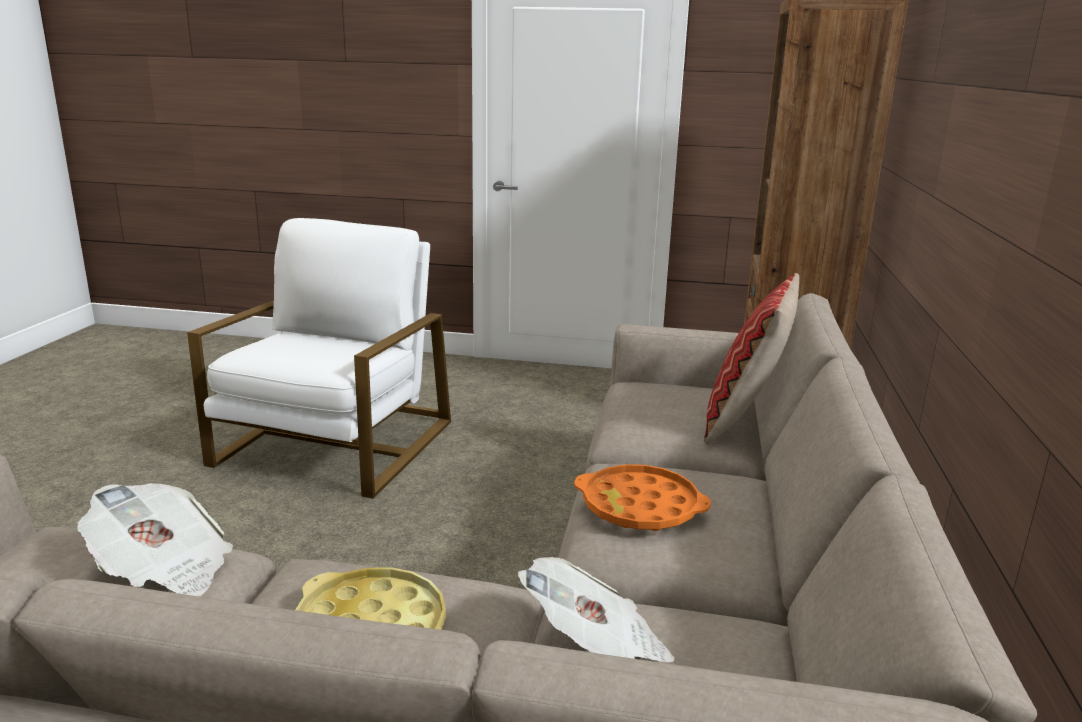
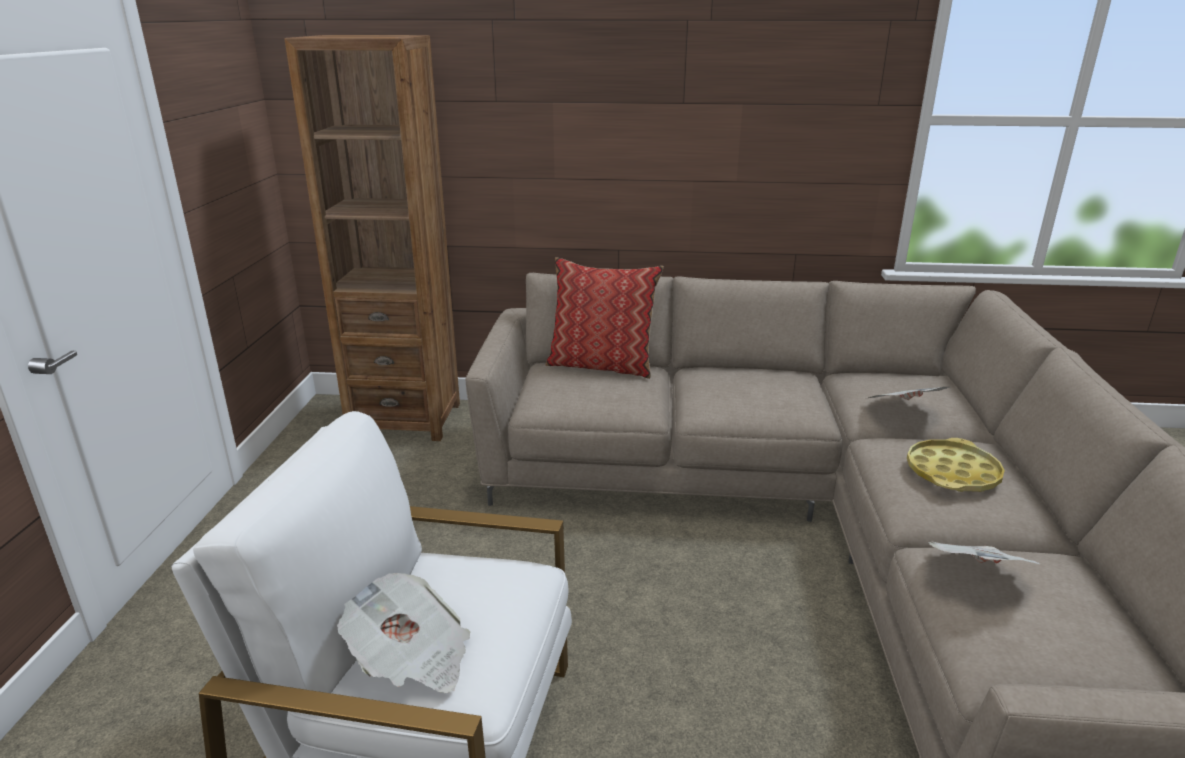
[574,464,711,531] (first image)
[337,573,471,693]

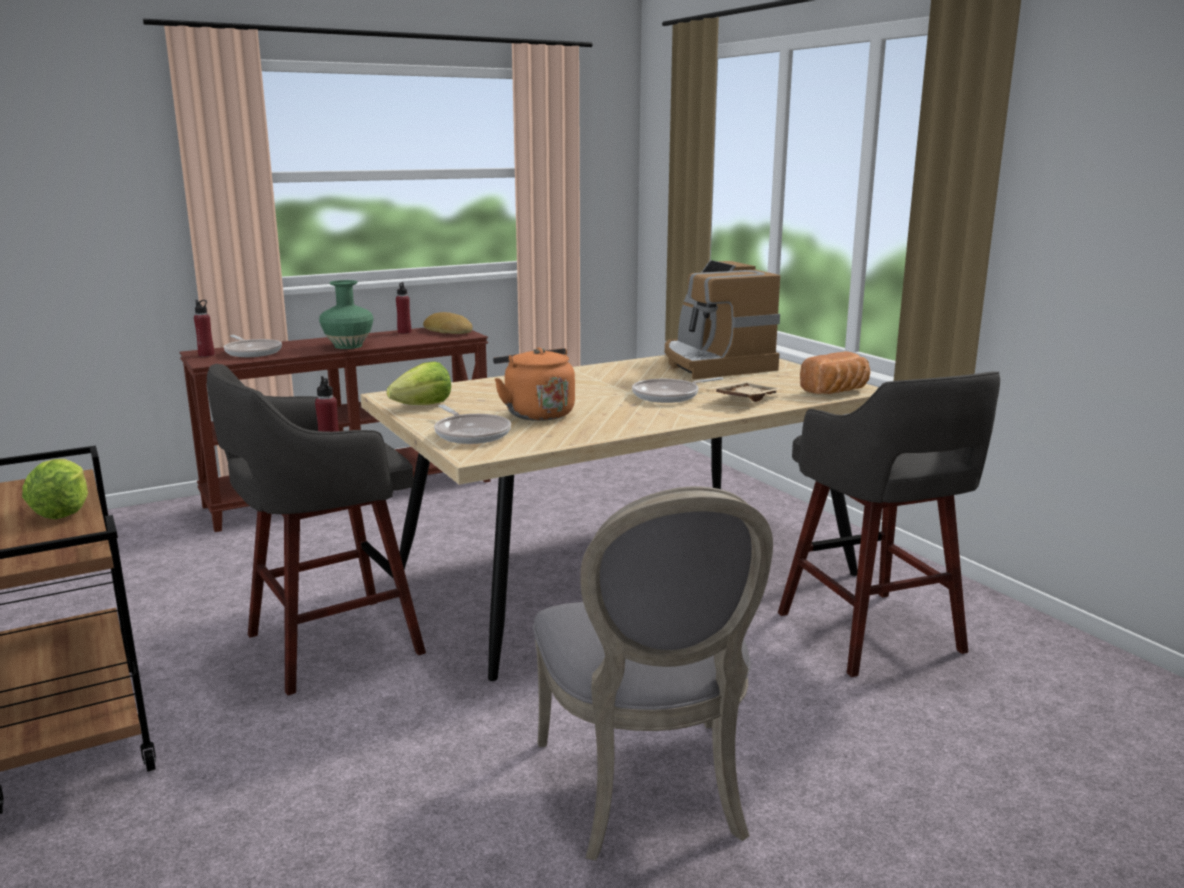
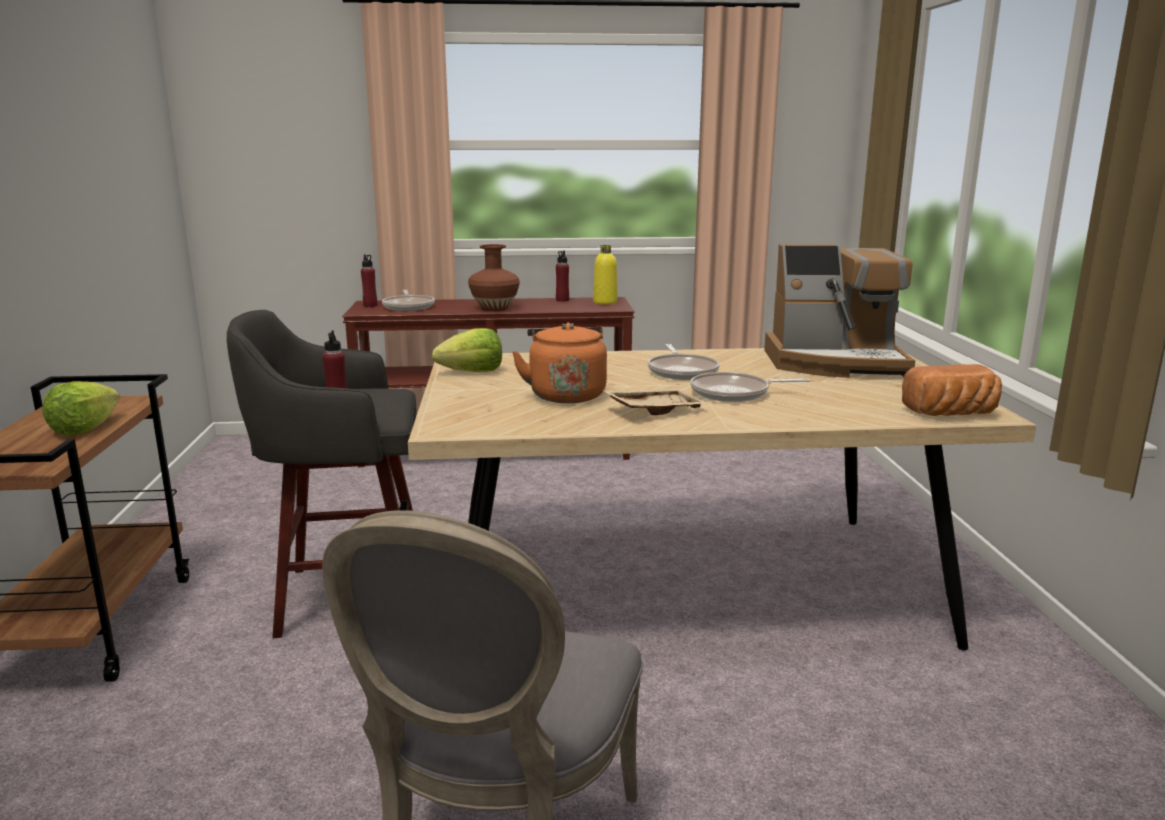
[468,244,520,311]
[593,245,618,305]
[648,344,719,380]
[764,244,915,378]
[602,389,708,415]
[778,371,1000,677] (first image)

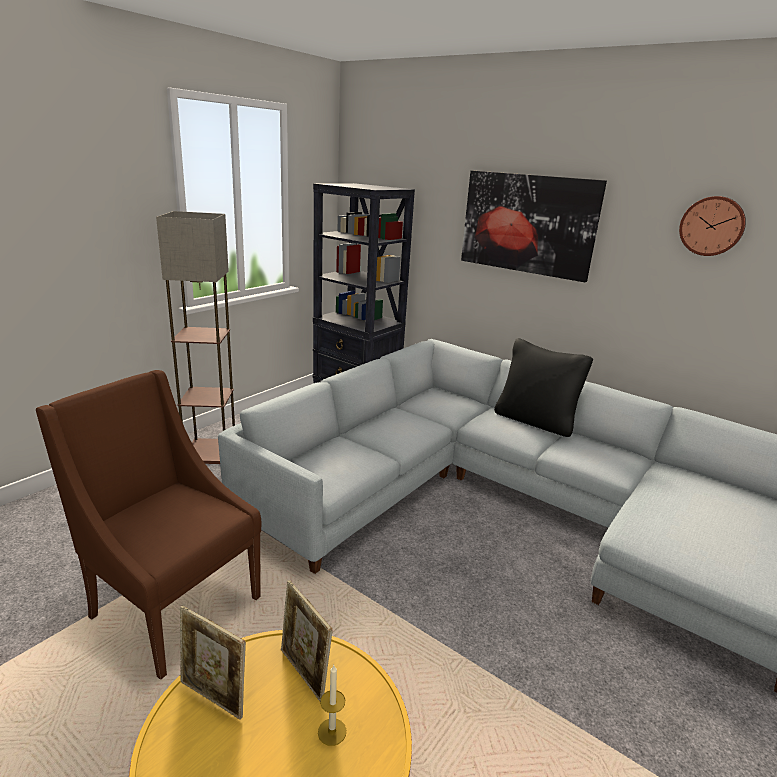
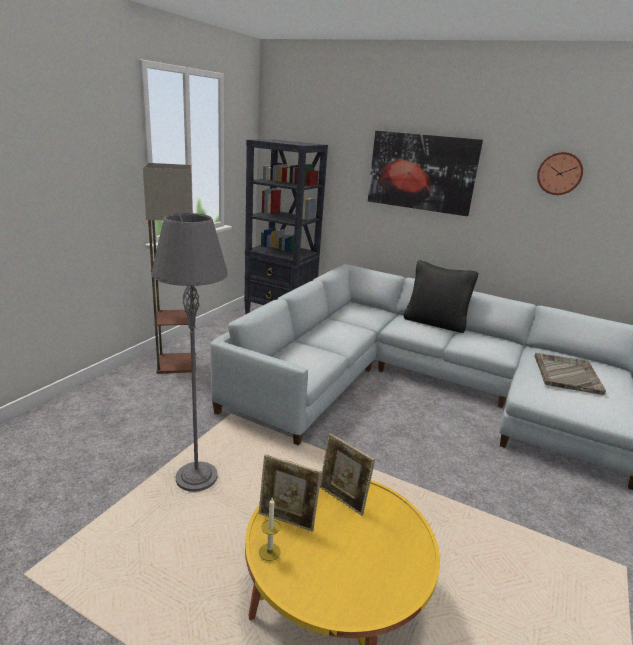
[151,213,228,492]
[259,498,281,561]
[535,353,606,395]

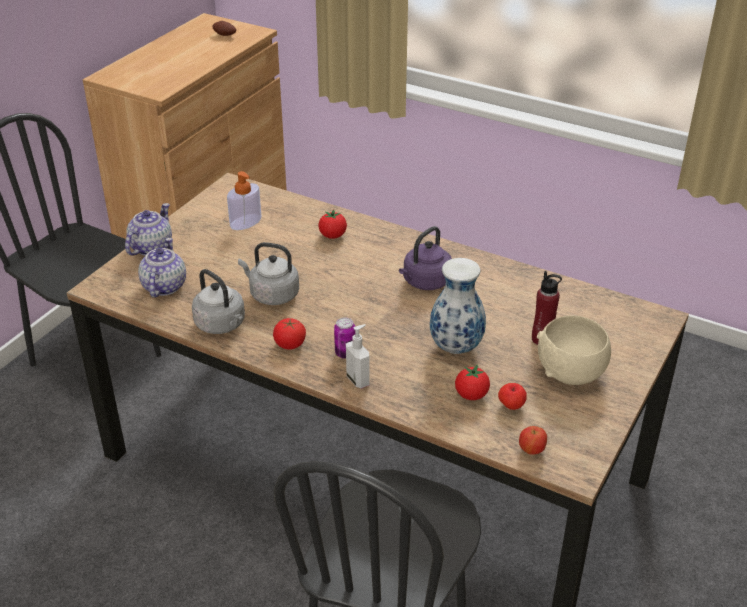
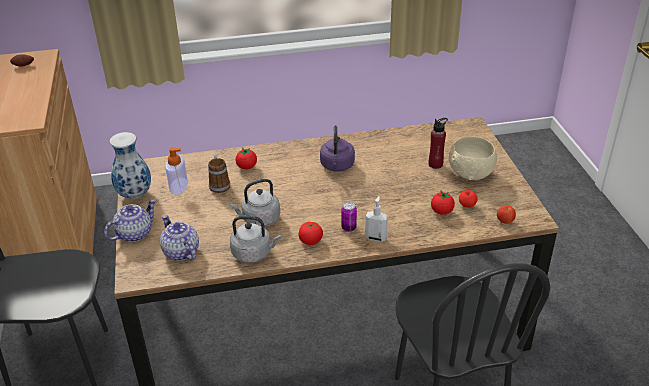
[104,199,157,242]
[110,132,151,199]
[208,154,230,193]

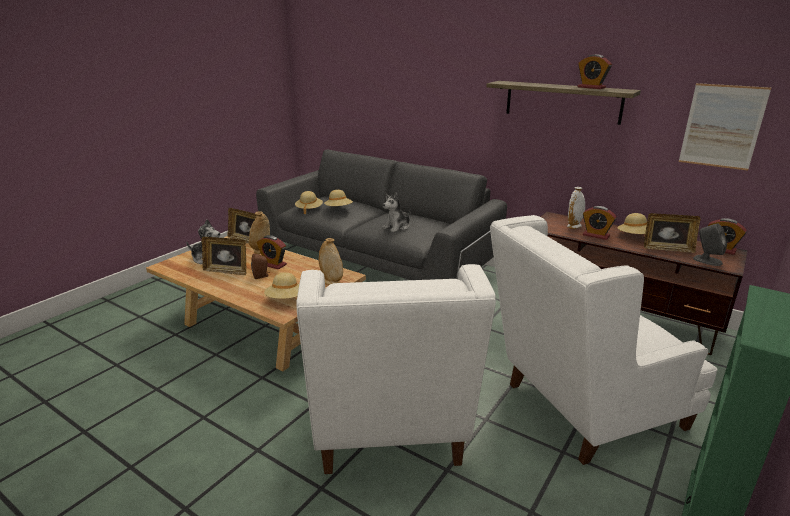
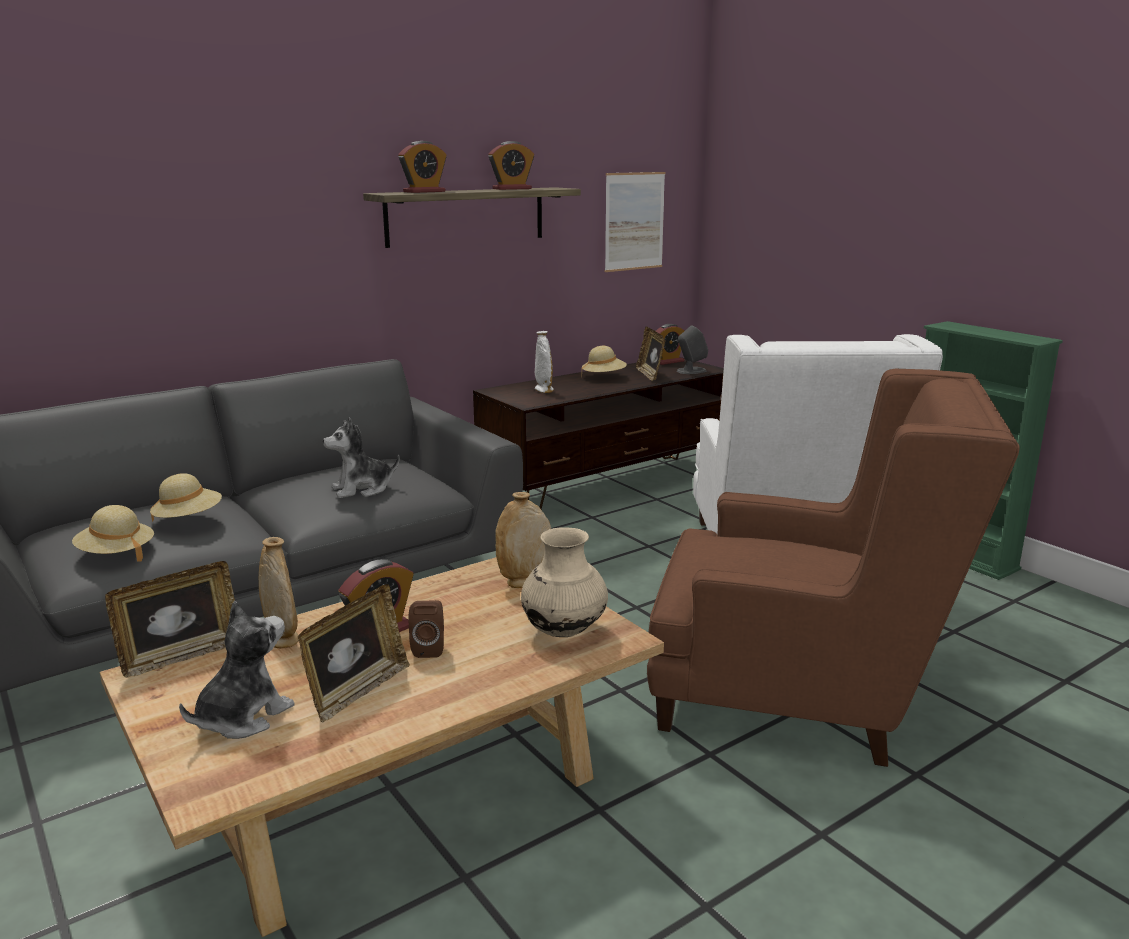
[521,527,608,637]
[647,369,1019,767]
[323,417,400,498]
[398,141,446,193]
[636,327,665,381]

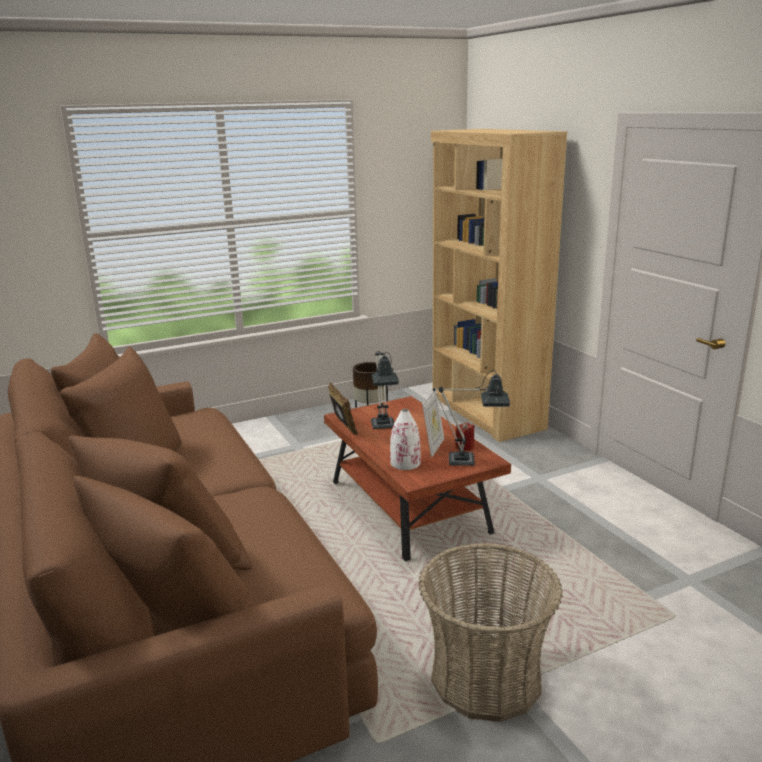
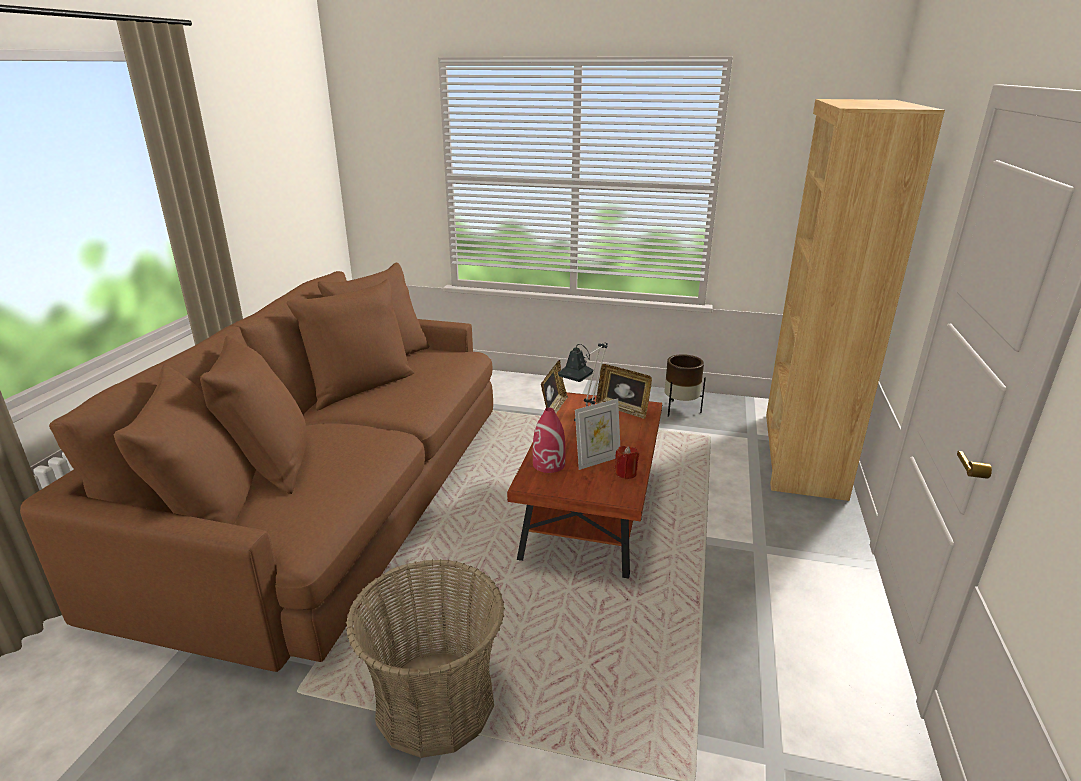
[533,408,566,473]
[433,370,510,466] (first image)
[596,364,652,419]

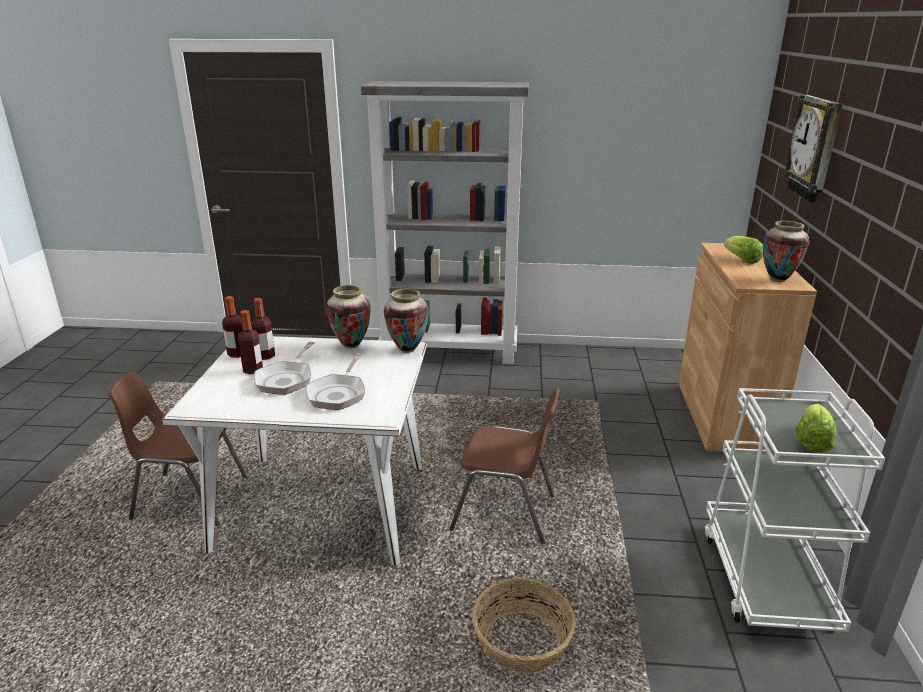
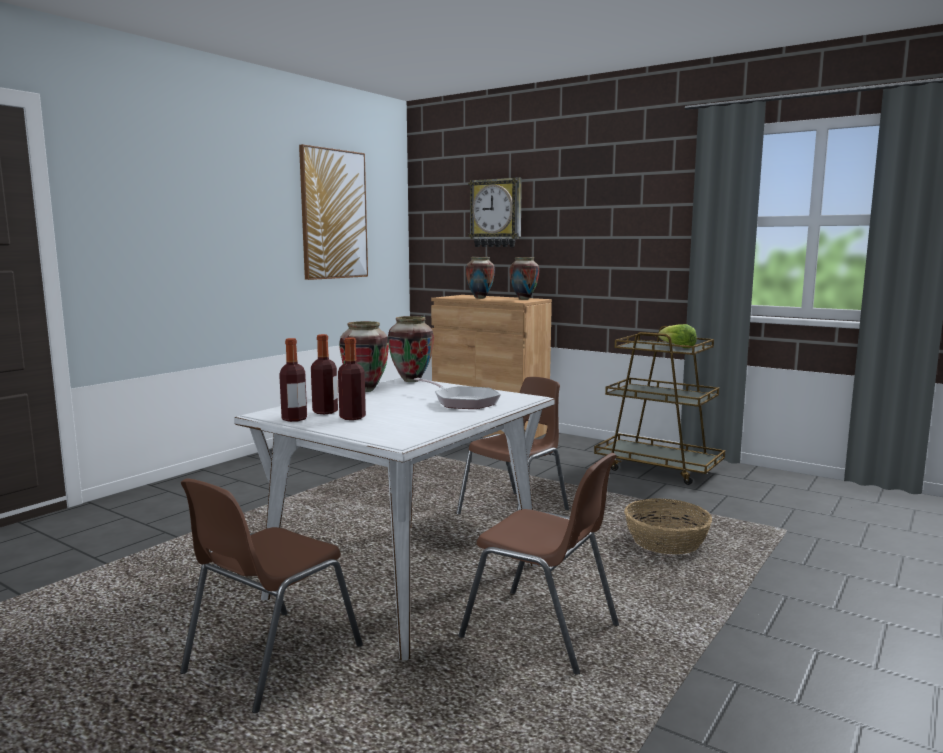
[254,342,314,395] (first image)
[361,81,529,364] (first image)
[594,326,725,485]
[466,257,495,299]
[299,144,368,280]
[458,453,619,675]

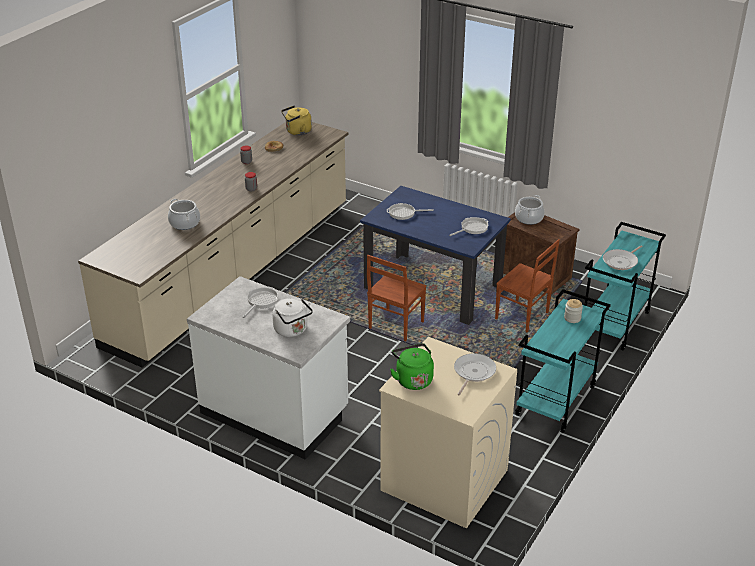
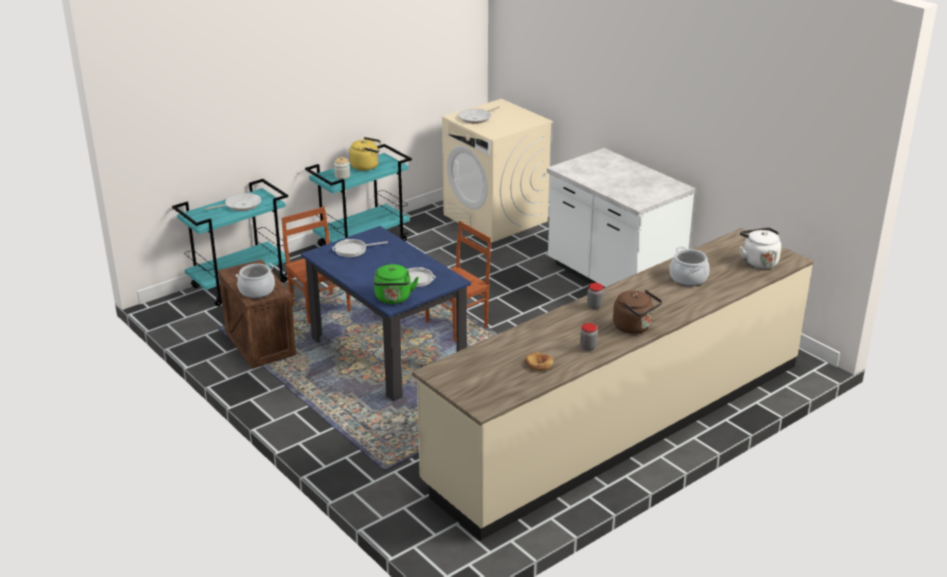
[243,287,278,318] (first image)
[740,227,781,269]
[349,137,381,171]
[374,264,419,304]
[613,290,662,334]

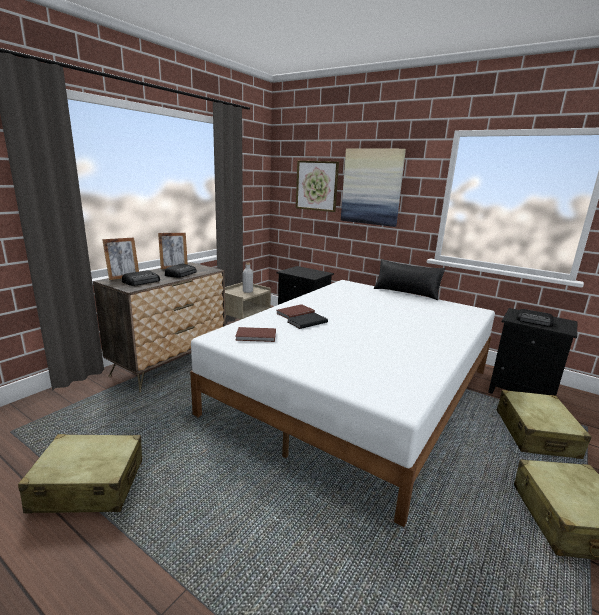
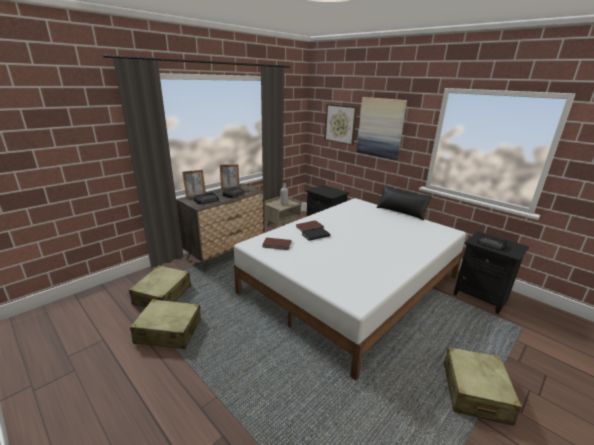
[129,265,191,308]

